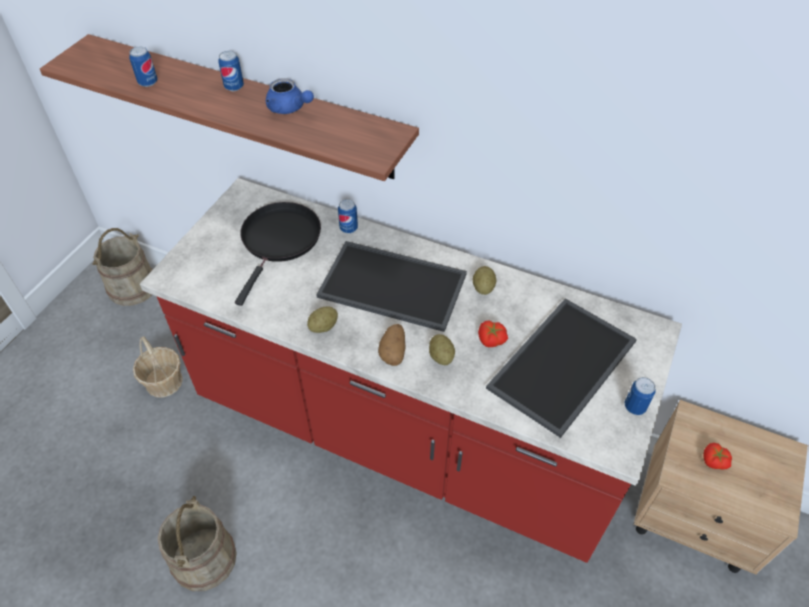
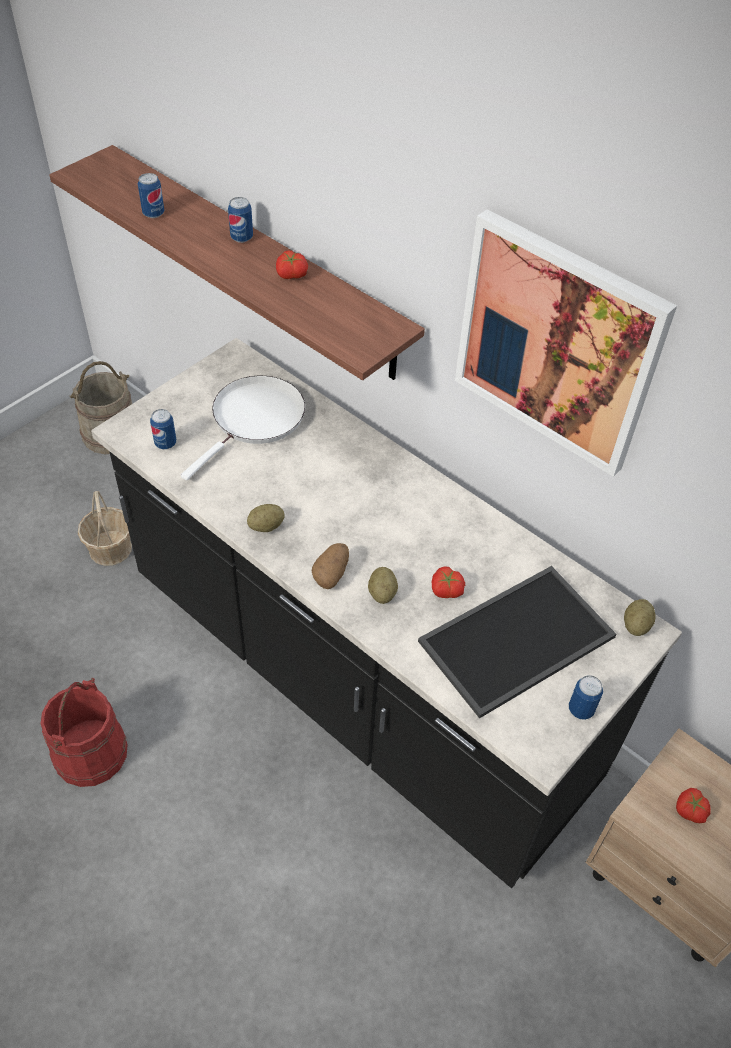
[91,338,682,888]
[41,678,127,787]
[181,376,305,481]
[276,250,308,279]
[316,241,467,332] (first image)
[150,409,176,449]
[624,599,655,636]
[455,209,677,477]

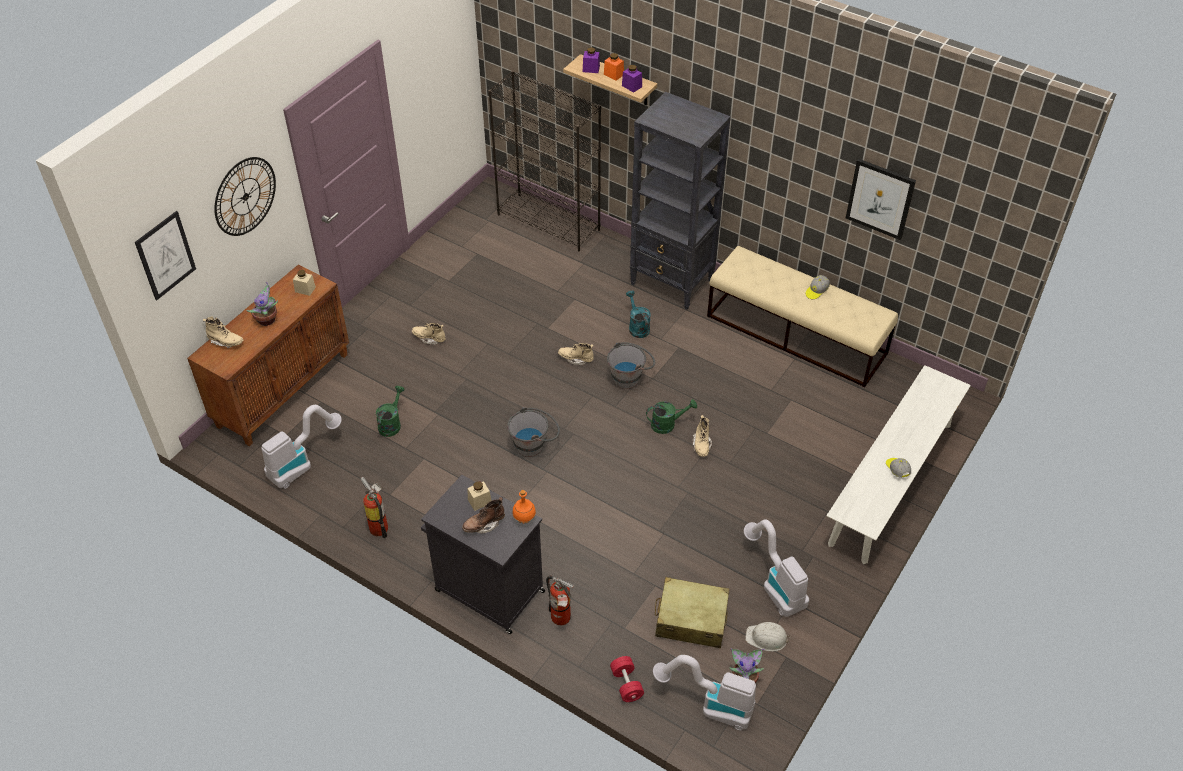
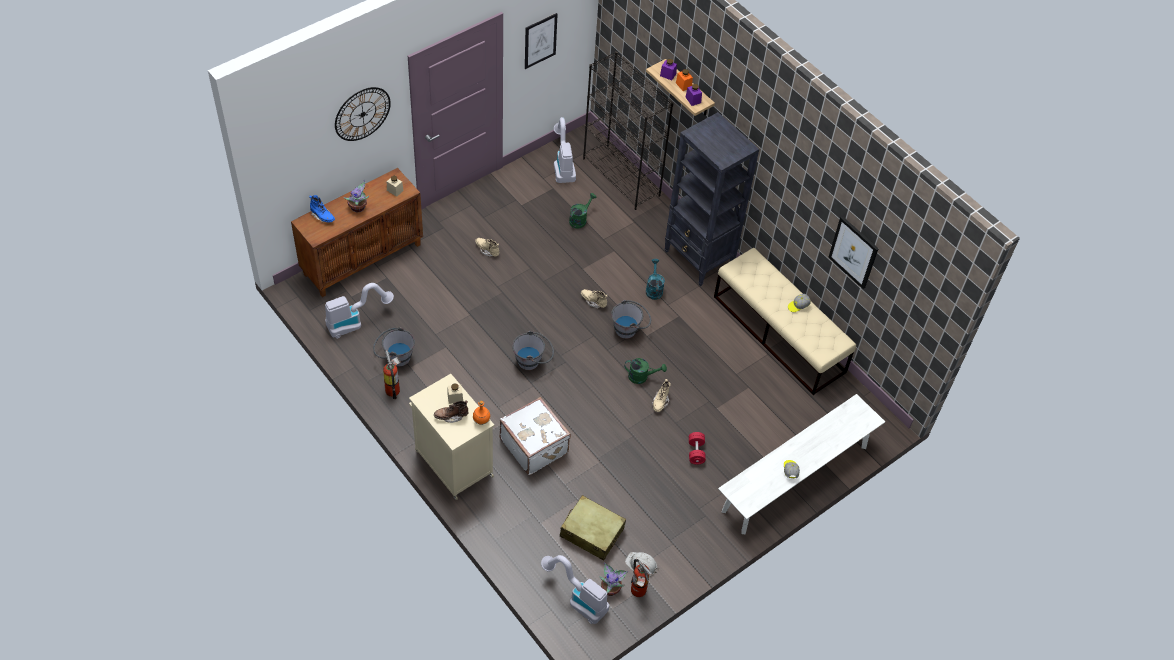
[525,13,557,69]
[309,195,335,223]
[569,193,596,229]
[409,374,495,500]
[631,559,652,597]
[689,432,706,464]
[554,117,576,183]
[373,327,415,366]
[500,397,571,475]

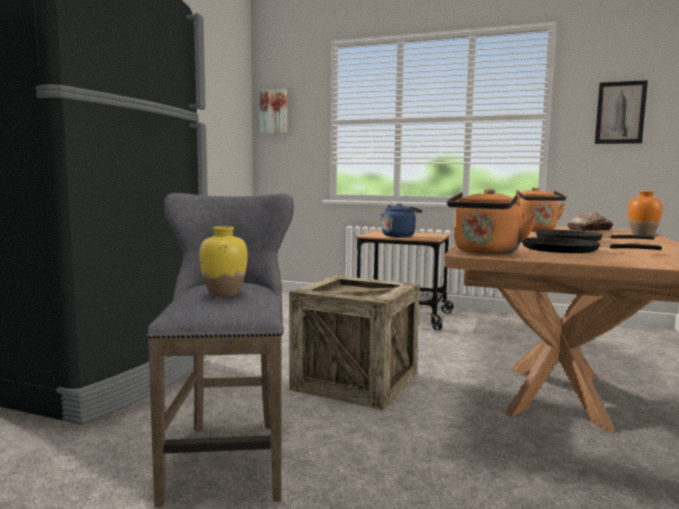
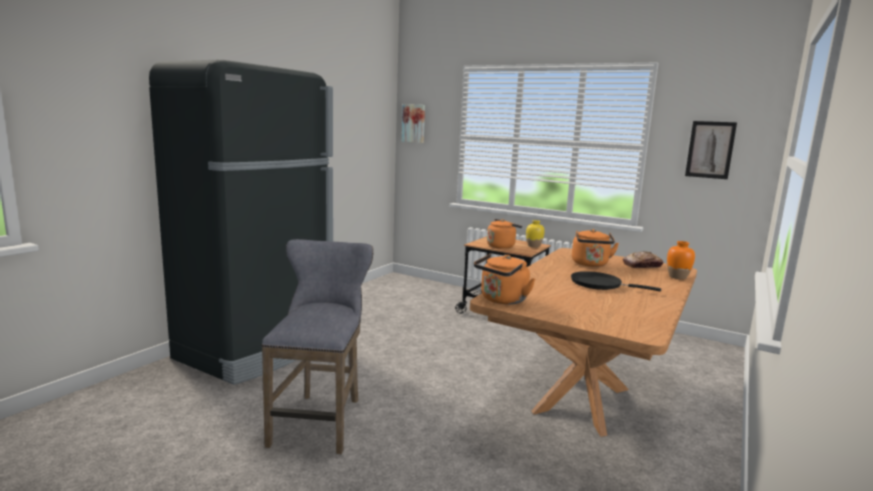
[526,220,545,248]
[289,275,420,410] (first image)
[487,219,522,249]
[522,237,662,253] (first image)

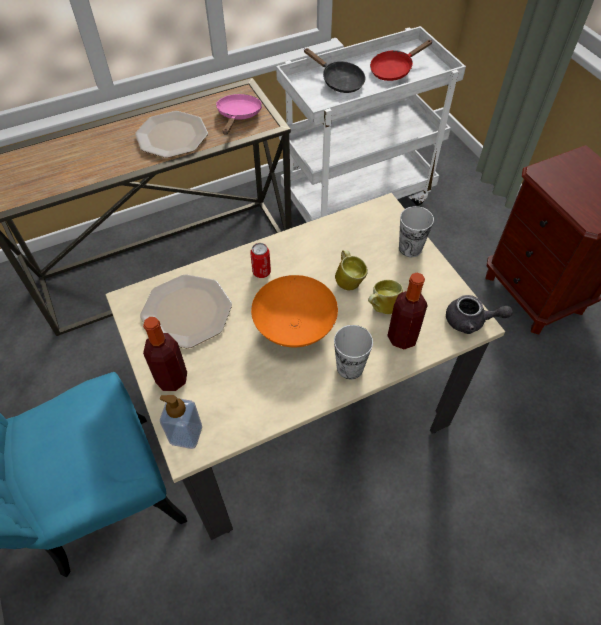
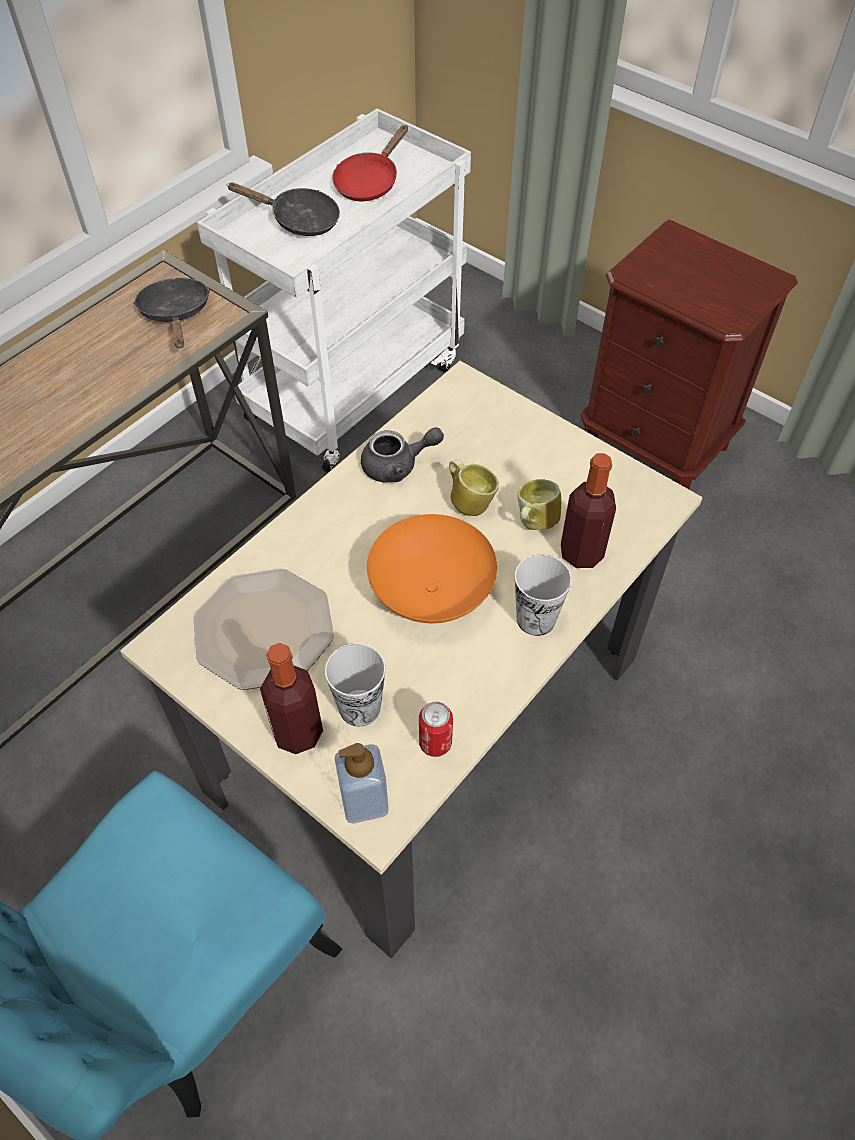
[135,111,208,158] (first image)
[134,278,210,348]
[419,701,453,757]
[325,643,386,726]
[361,427,444,483]

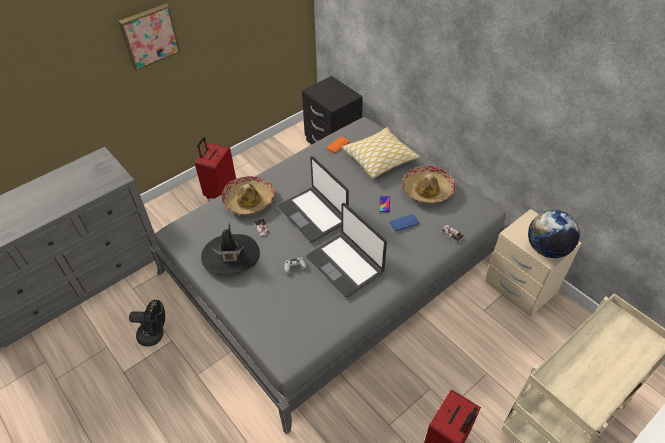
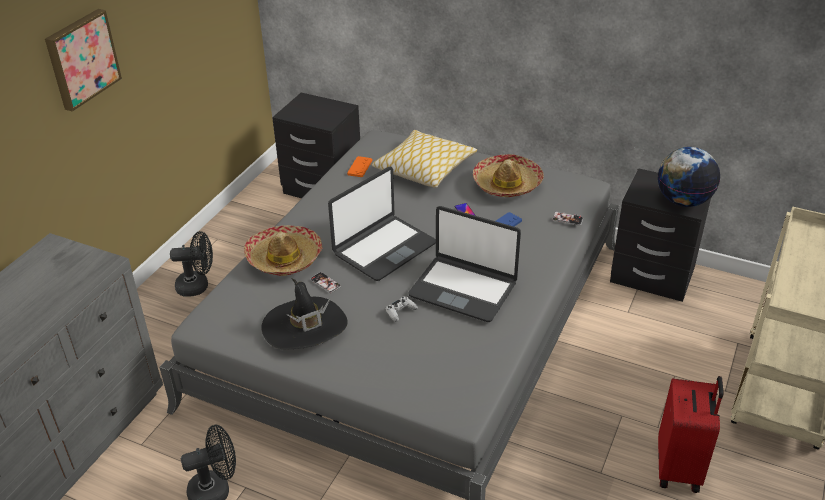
[170,231,213,297]
[328,167,436,281]
[610,168,711,302]

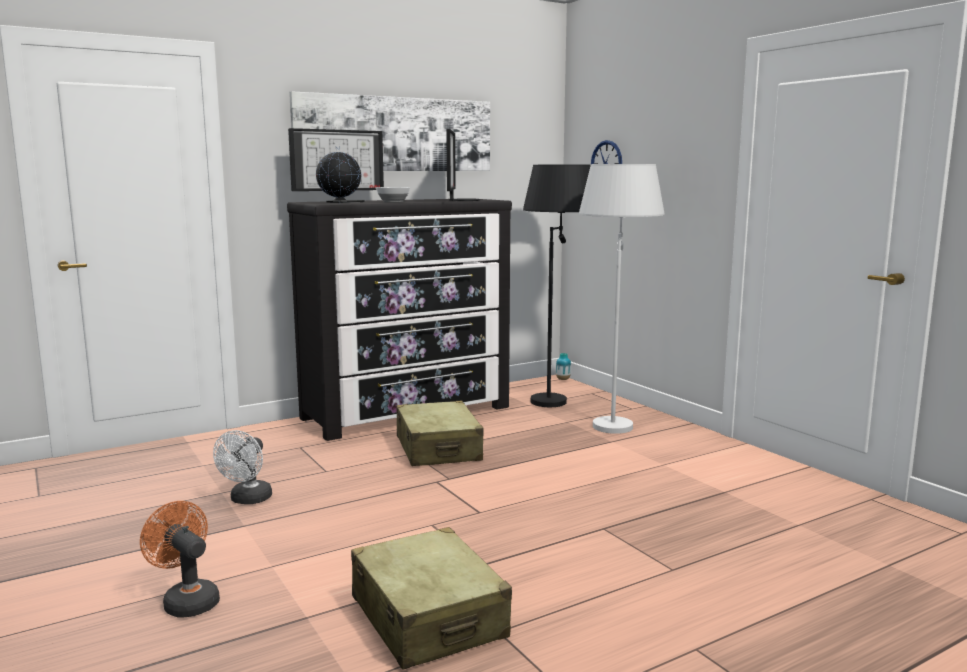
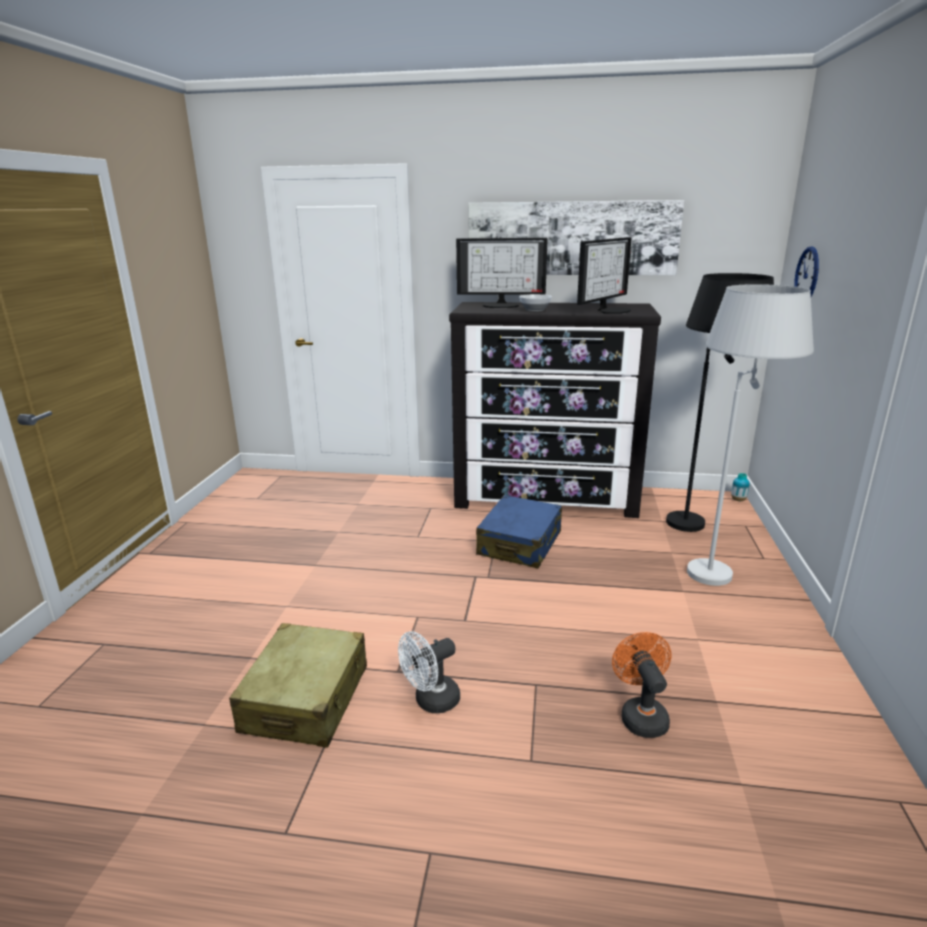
[612,632,672,738]
[398,631,460,713]
[316,146,361,204] (first image)
[476,495,562,568]

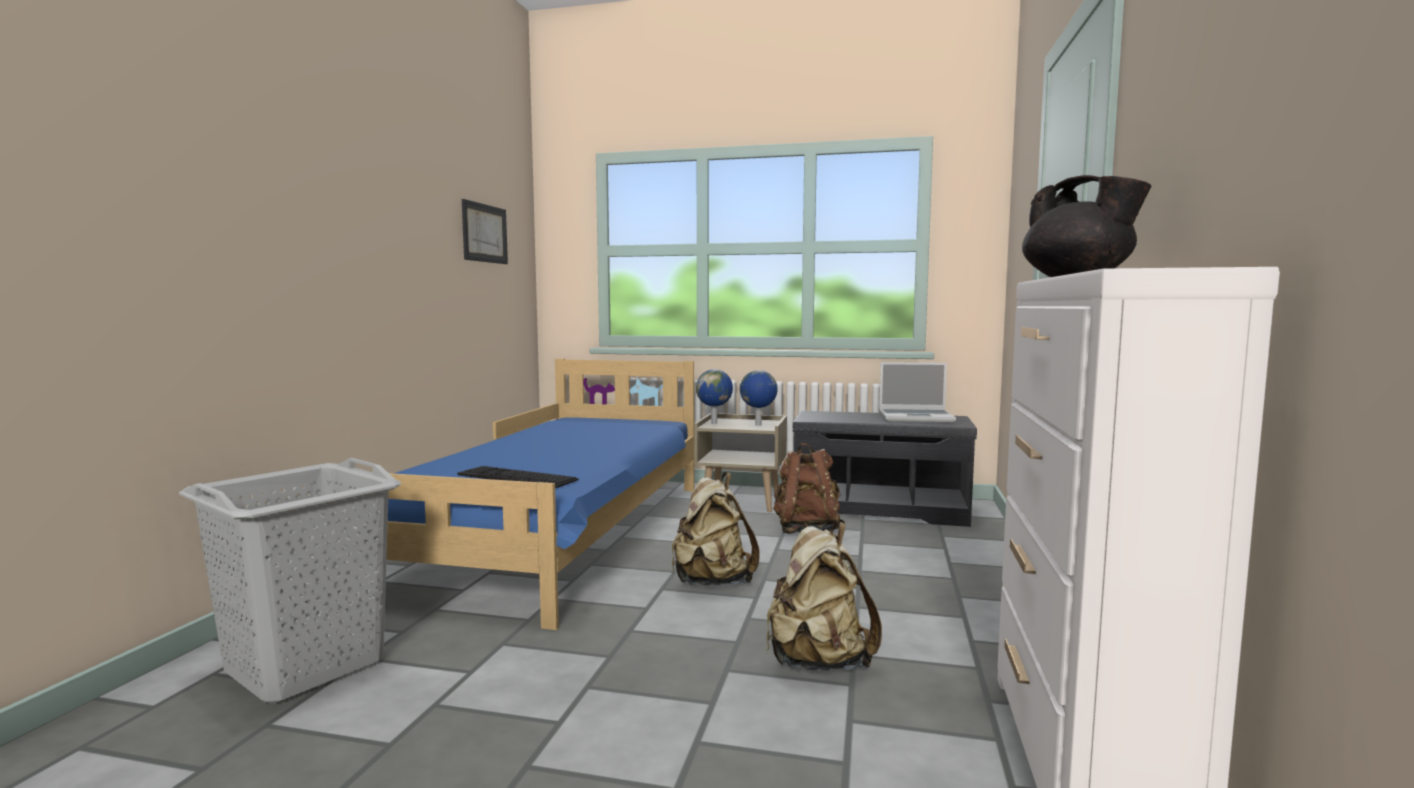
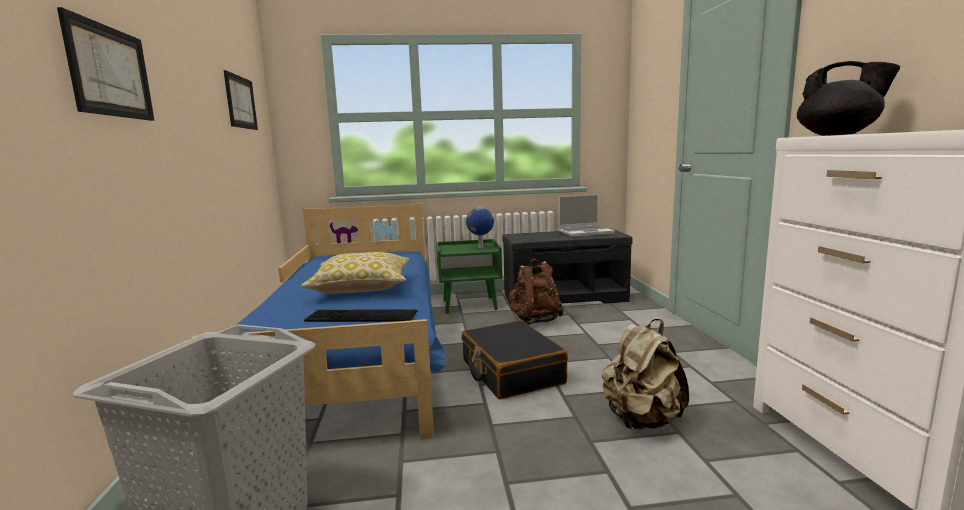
[462,320,568,399]
[436,239,502,314]
[696,369,733,424] (first image)
[57,7,155,121]
[301,252,409,294]

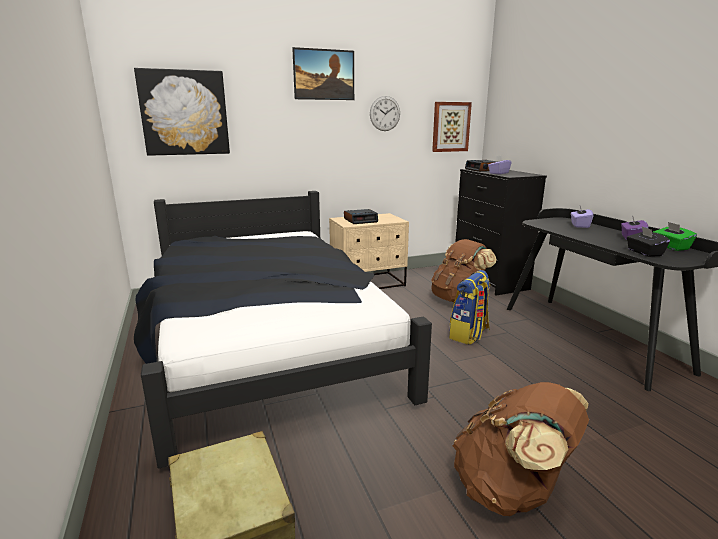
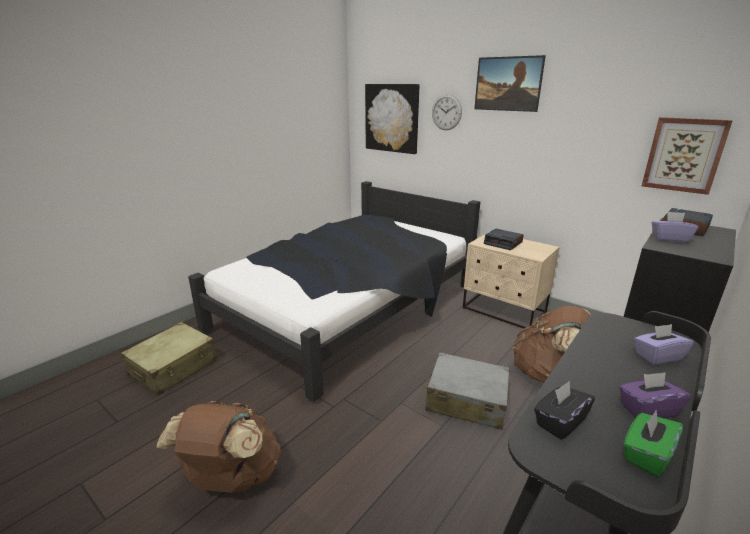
[432,94,462,130]
[425,352,509,430]

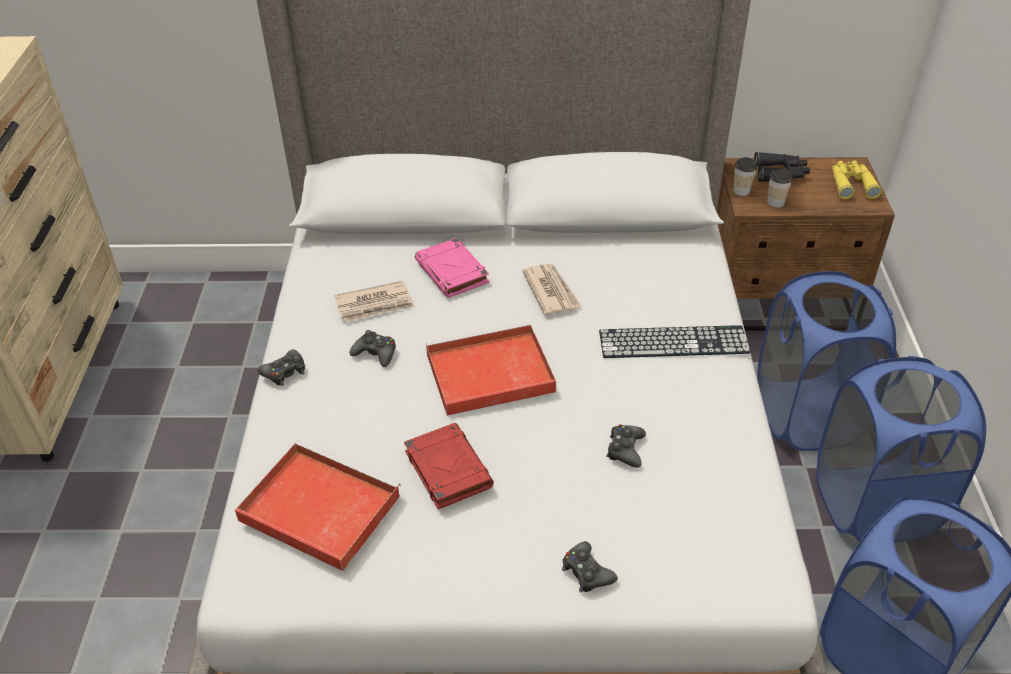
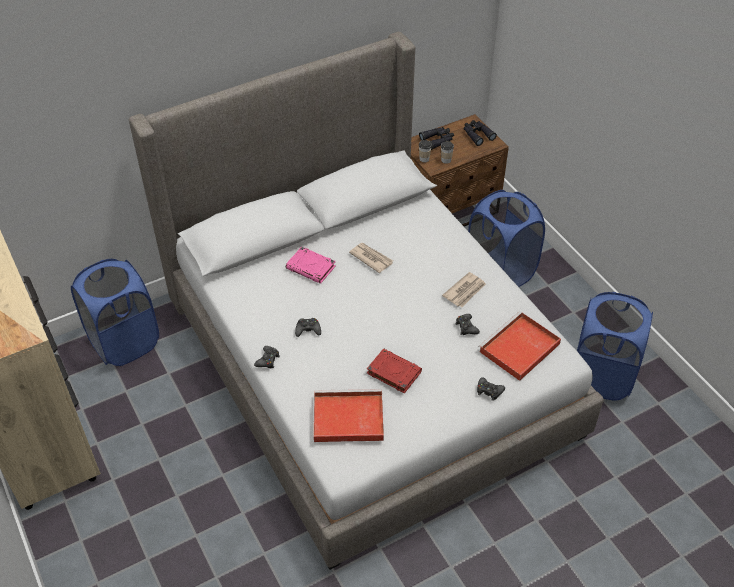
[442,272,486,307]
[479,311,561,381]
[599,325,750,358] (first image)
[71,259,159,366]
[464,120,497,146]

